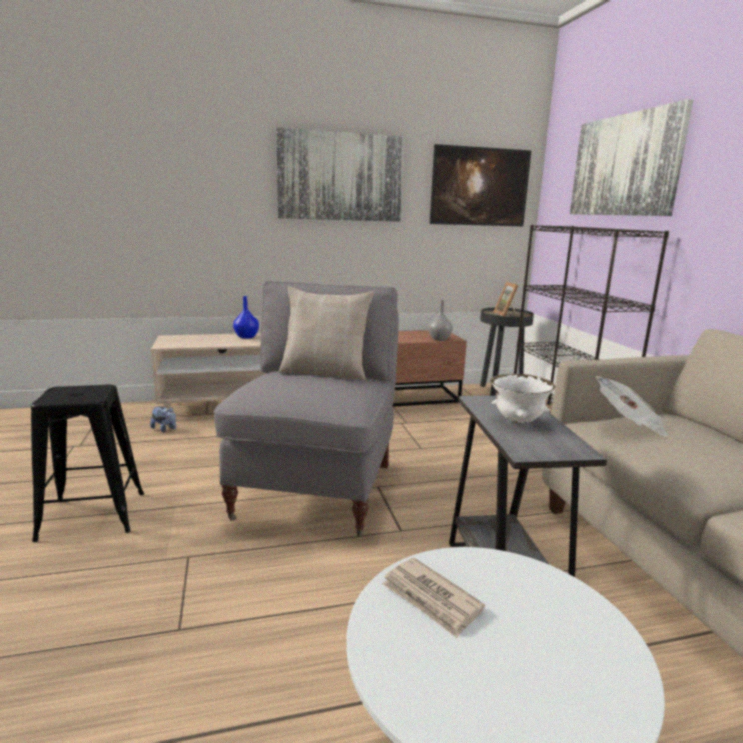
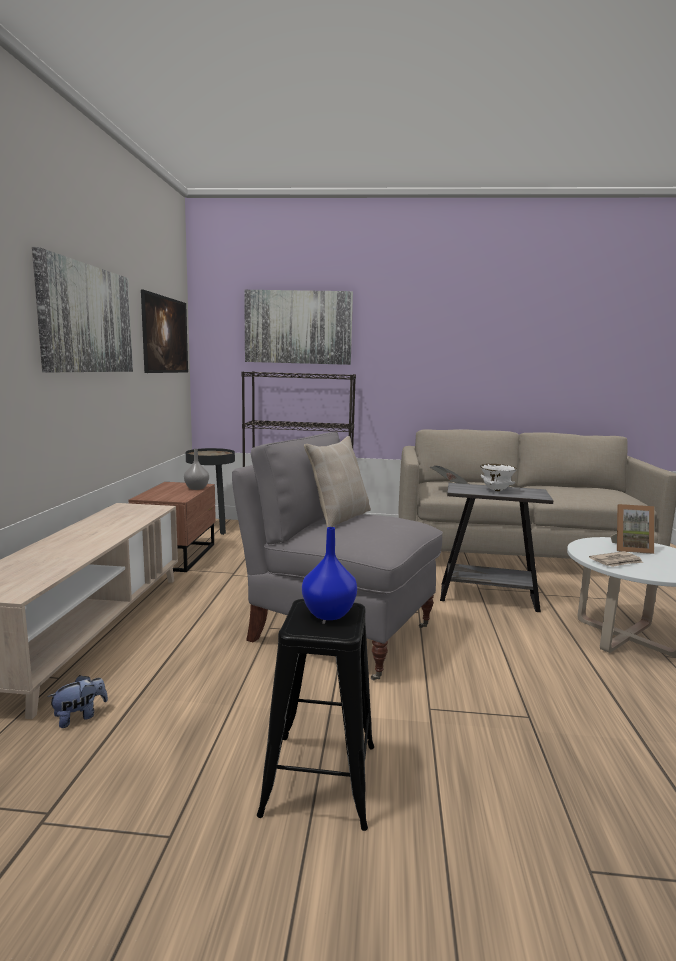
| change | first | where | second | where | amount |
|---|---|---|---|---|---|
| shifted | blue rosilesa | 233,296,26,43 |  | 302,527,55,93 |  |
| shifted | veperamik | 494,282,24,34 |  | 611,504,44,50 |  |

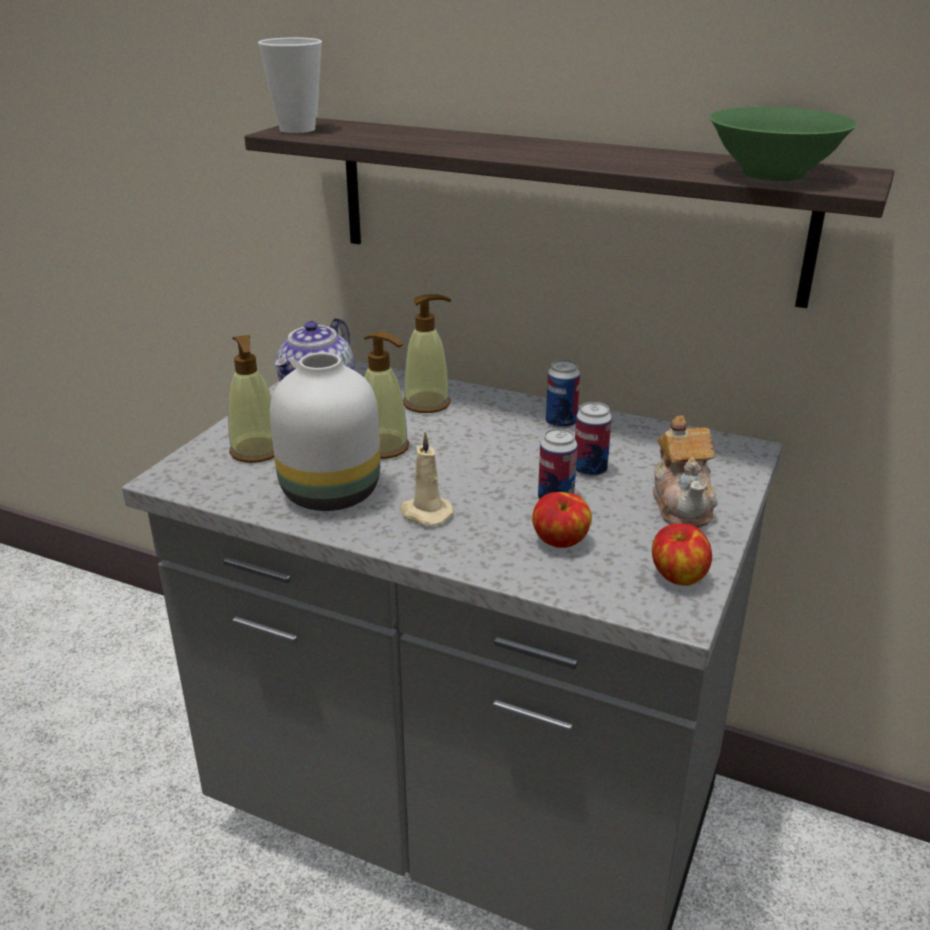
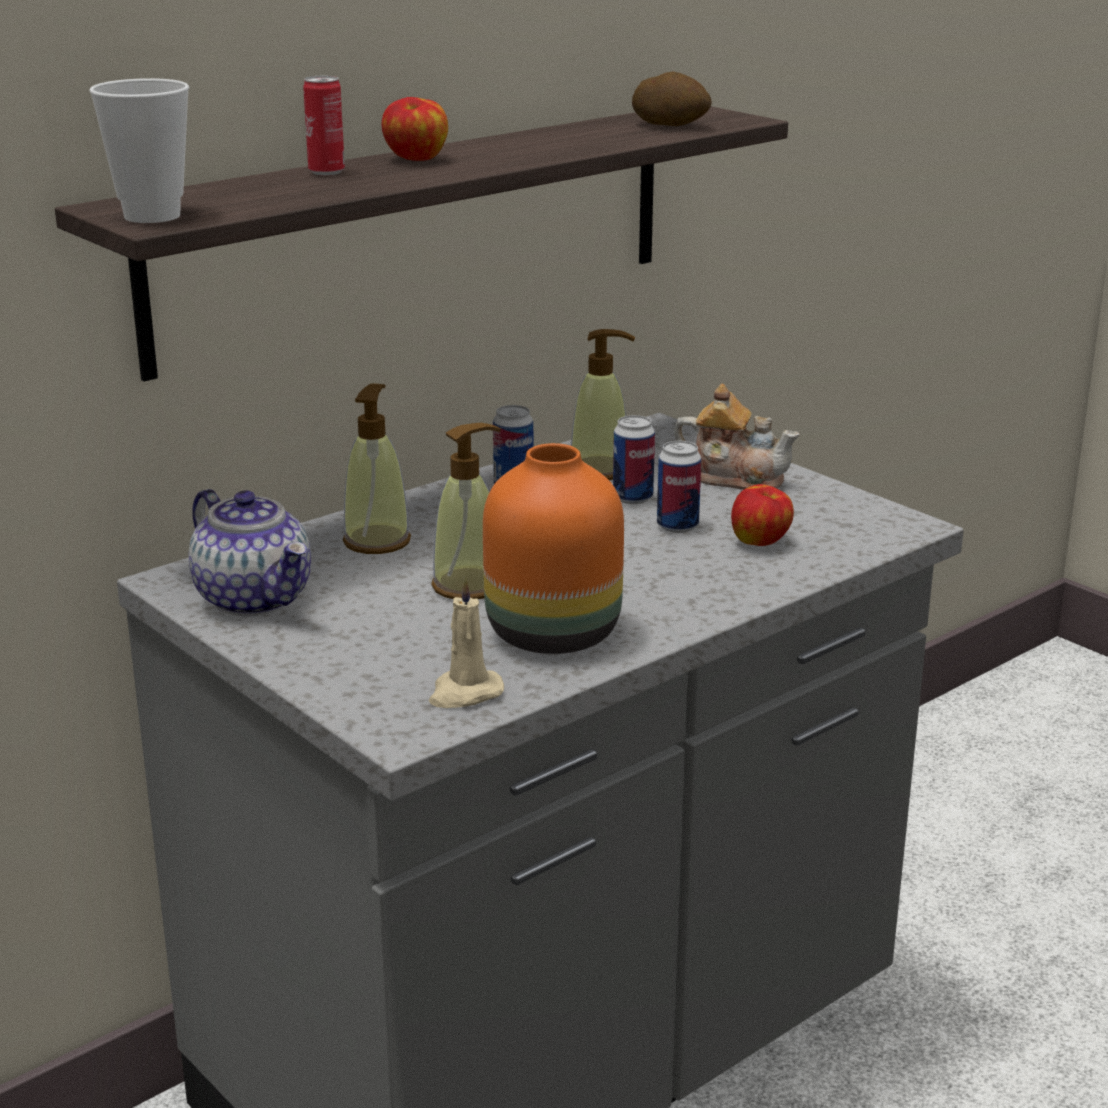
| change | first | where | second | where | amount |
|---|---|---|---|---|---|
| shifted | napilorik | 228,335,46,128 |  | 571,329,64,151 |  |
| repainted | white rosilesa | 270,352,110,159 | orange rosilesa | 483,443,141,211 |  |
| shifted | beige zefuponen | 400,432,54,94 |  | 429,576,75,132 |  |
| shifted | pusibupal | 652,524,60,62 |  | 382,97,66,64 |  |
| swapped | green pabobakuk | 709,107,148,74 | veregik | 632,72,80,54 |  |
| new |  |  | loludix | 303,76,42,99 |  |

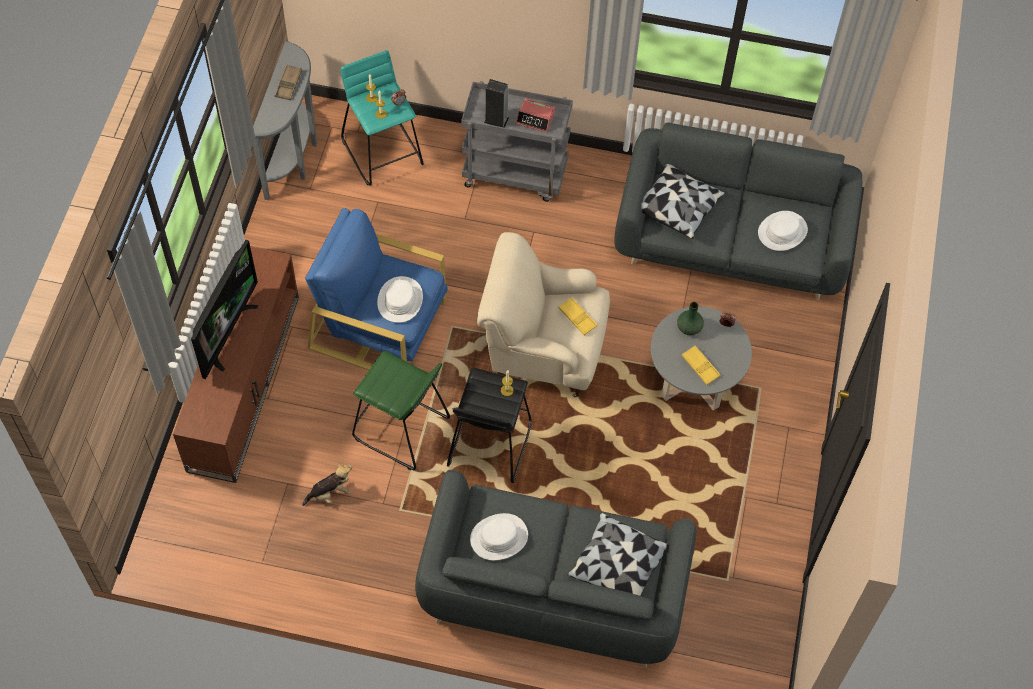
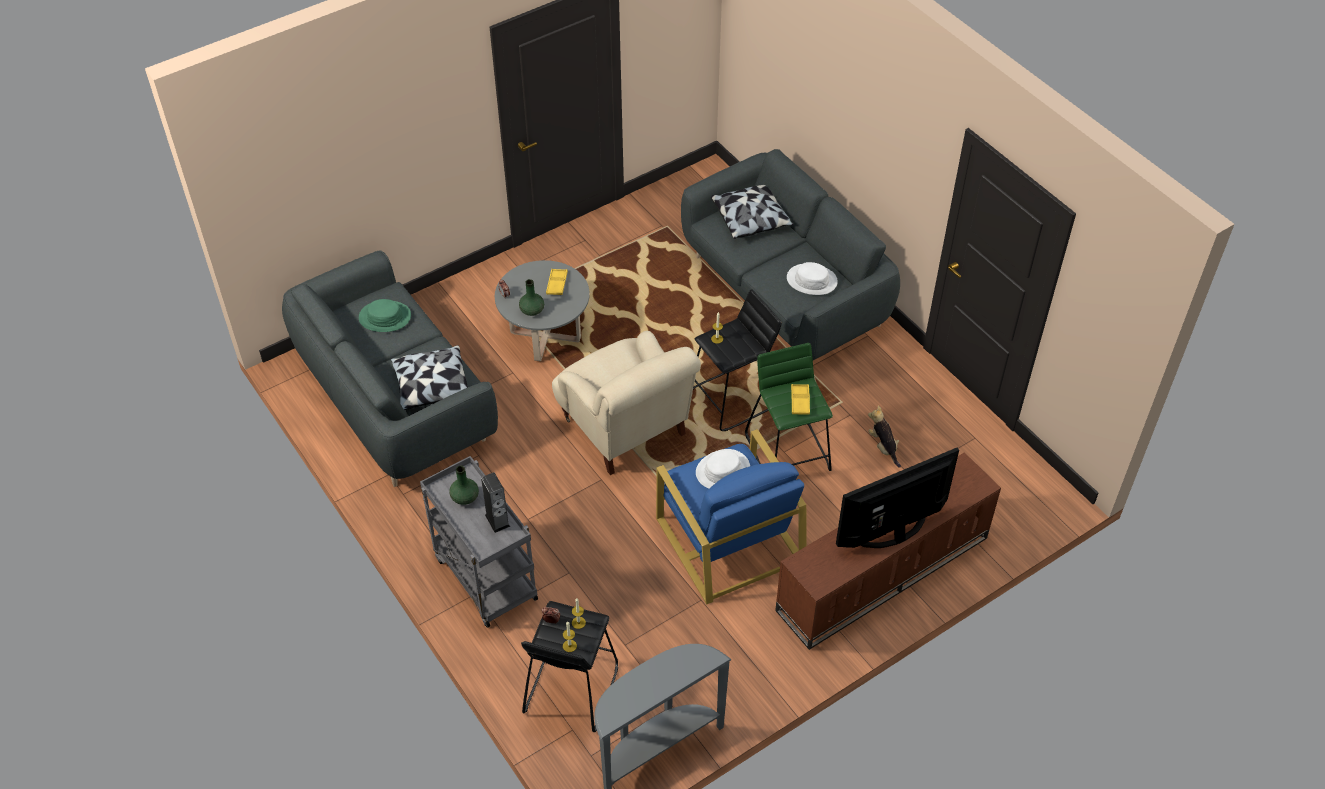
| change | first | where | second | where | amount |
|---|---|---|---|---|---|
| gone | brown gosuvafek | 275,65,27,35 |  |  |  |
| rotated | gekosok | 302,462,50,44 |  | 868,405,33,63 | 45 degrees clockwise |
| repainted | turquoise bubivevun | 340,50,84,136 | black bubivevun | 521,601,97,131 |  |
| swapped | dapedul | 516,98,39,34 | green rosilesa | 449,466,30,39 |  |
| shifted | yellow gosuvafek | 558,297,39,38 |  | 791,384,19,31 |  |
| repainted | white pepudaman | 758,211,50,40 | green pepudaman | 359,299,52,33 |  |

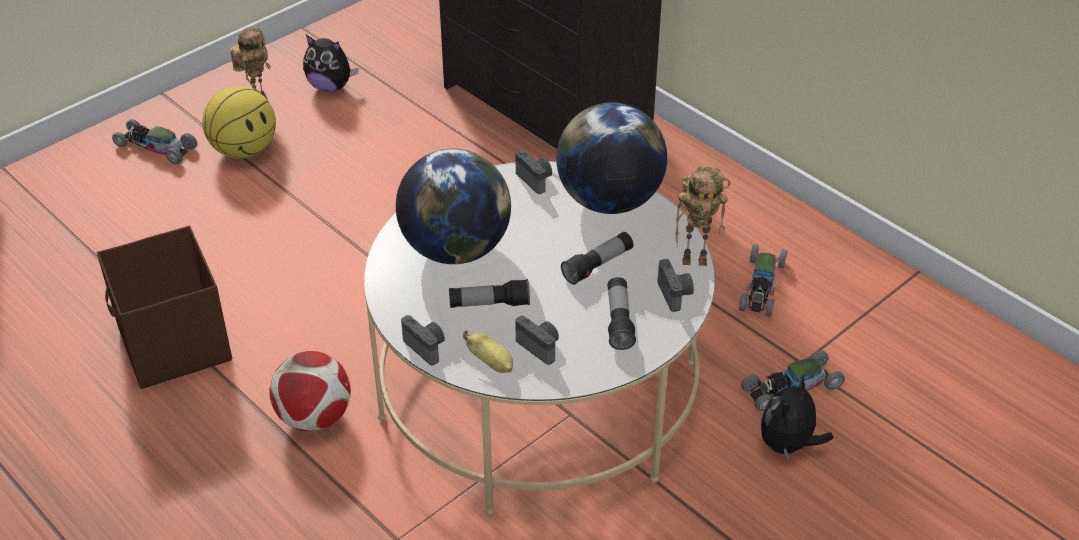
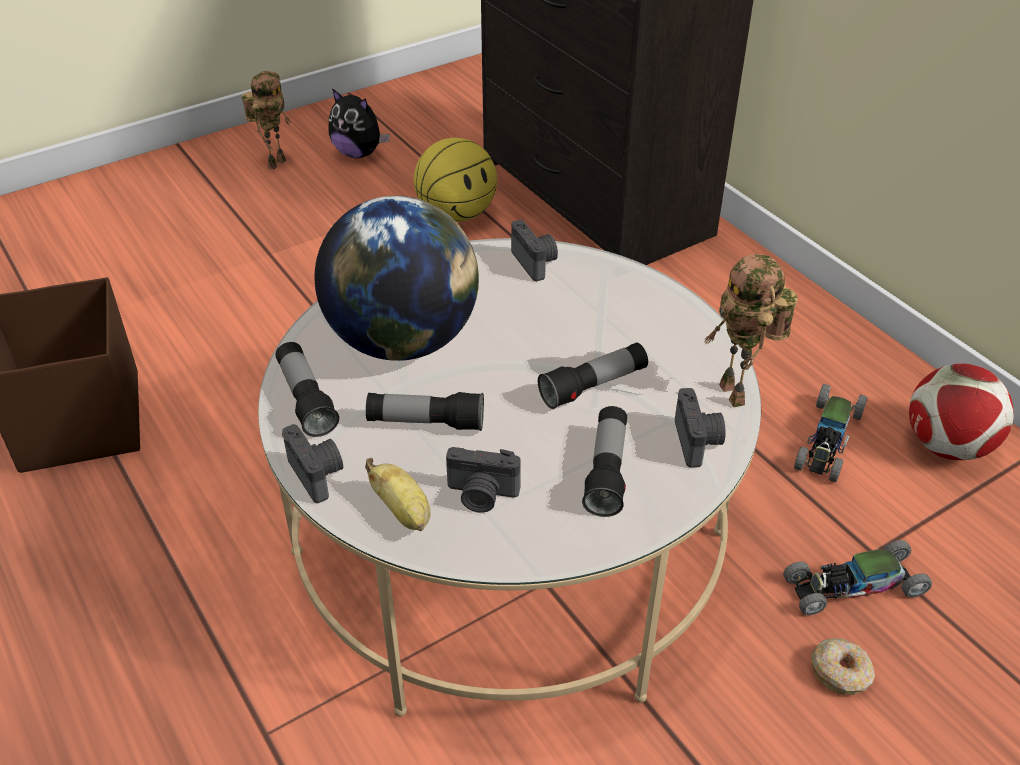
| change | first | where | second | where | amount |
|---|---|---|---|---|---|
| gone | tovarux | 112,119,85,45 |  |  |  |
| shifted | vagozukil | 202,86,74,72 |  | 414,138,83,84 |  |
| shifted | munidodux | 269,351,82,80 |  | 909,364,105,96 |  |
| rotated | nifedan | 516,315,43,50 |  | 446,447,75,66 | 135 degrees clockwise |
| gone | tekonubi | 556,102,111,112 |  |  |  |
| rotated | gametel | 675,167,55,99 |  | 704,254,94,153 | 60 degrees clockwise |
| swapped | gekosok | 761,375,72,86 | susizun | 811,638,64,57 |  |
| new |  |  | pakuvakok | 275,342,64,95 |  |

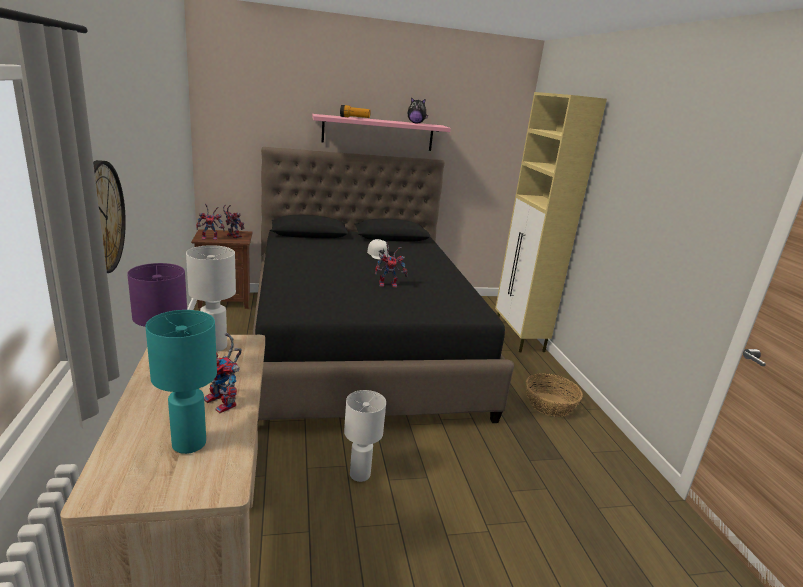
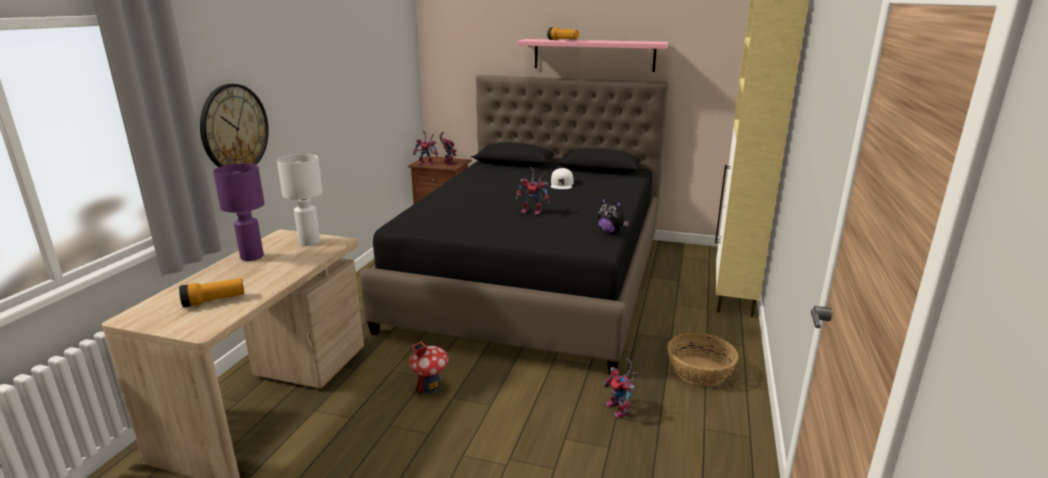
| change | first | where | second | where | amount |
|---|---|---|---|---|---|
| swapped | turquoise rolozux | 145,310,72,144 | pakuvakok | 179,278,65,29 |  |
| shifted | gametel | 204,333,38,80 |  | 603,358,35,60 |  |
| swapped | white rolozux | 344,390,42,92 | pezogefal | 409,341,40,53 |  |
| shifted | gekosok | 408,97,20,27 |  | 597,197,32,36 |  |

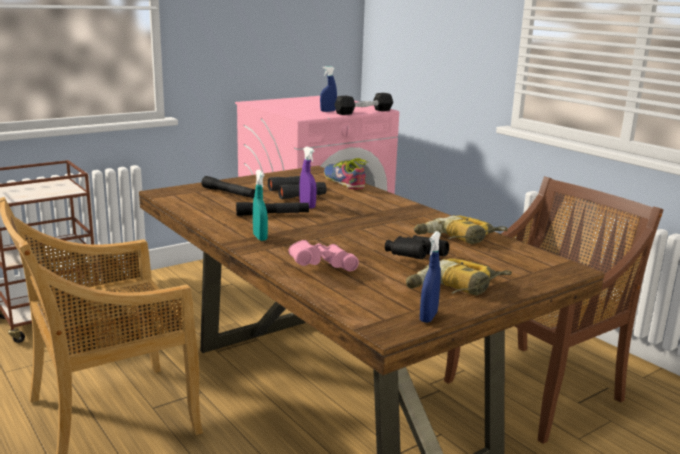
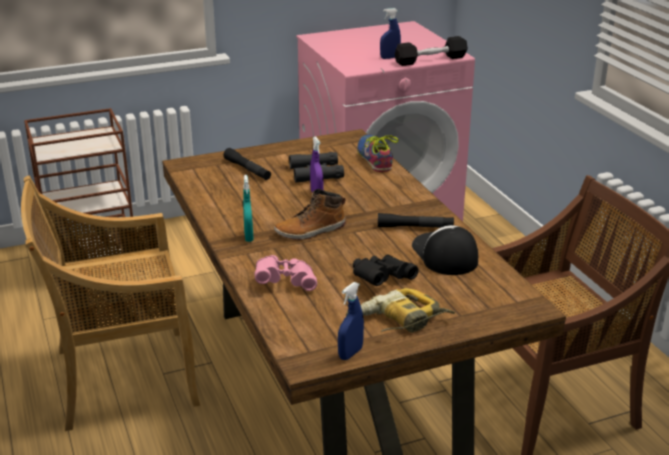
| change | first | where | second | where | amount |
|---|---|---|---|---|---|
| shifted | black pakuvakok | 236,202,73,14 |  | 378,213,76,14 |  |
| swapped | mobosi | 414,215,94,29 | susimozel | 412,225,66,50 |  |
| new |  |  | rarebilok | 274,189,72,51 |  |

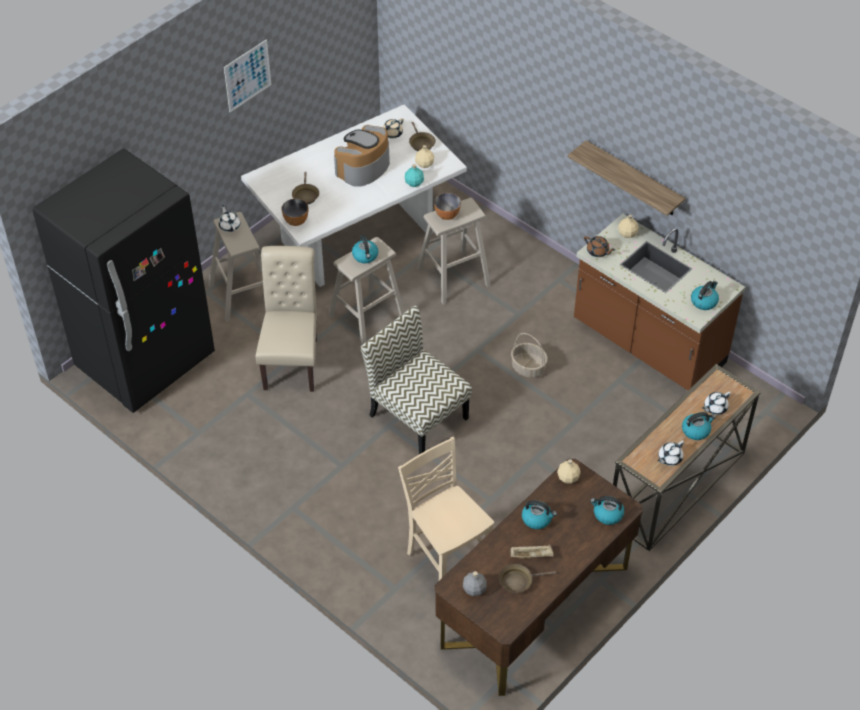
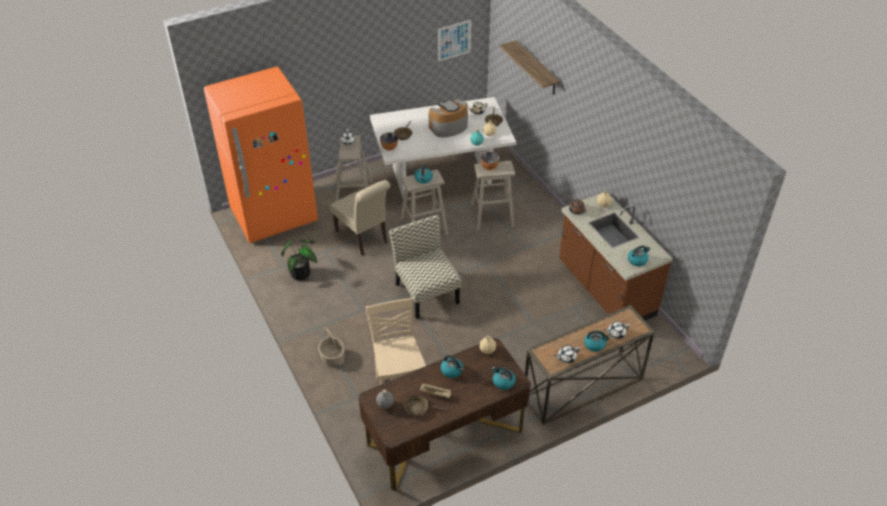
| change | first | where | second | where | amount |
|---|---|---|---|---|---|
| repainted | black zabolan | 33,149,182,264 | orange zabolan | 204,67,114,176 |  |
| shifted | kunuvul | 224,39,47,73 |  | 438,20,33,42 |  |
| rotated | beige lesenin | 256,246,61,146 |  | 330,180,60,76 | 120 degrees clockwise |
| shifted | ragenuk | 511,333,37,45 |  | 318,329,27,36 |  |
| shifted | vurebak | 567,140,119,76 |  | 499,40,61,55 |  |
| new |  |  | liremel | 281,239,36,41 |  |

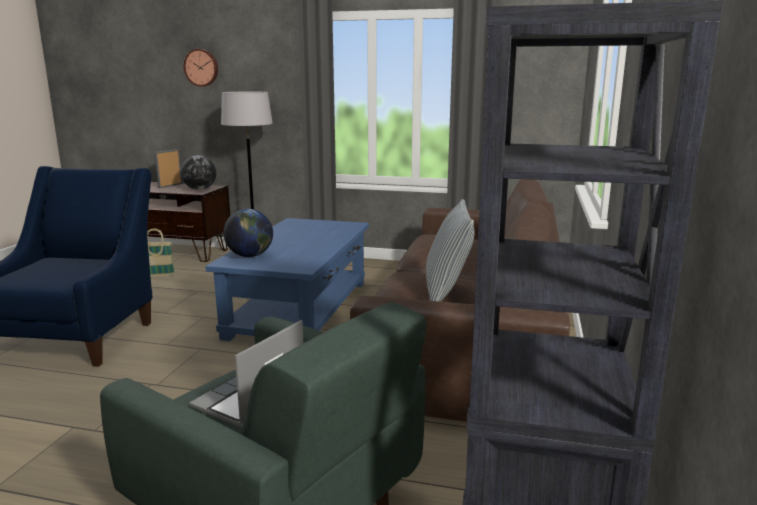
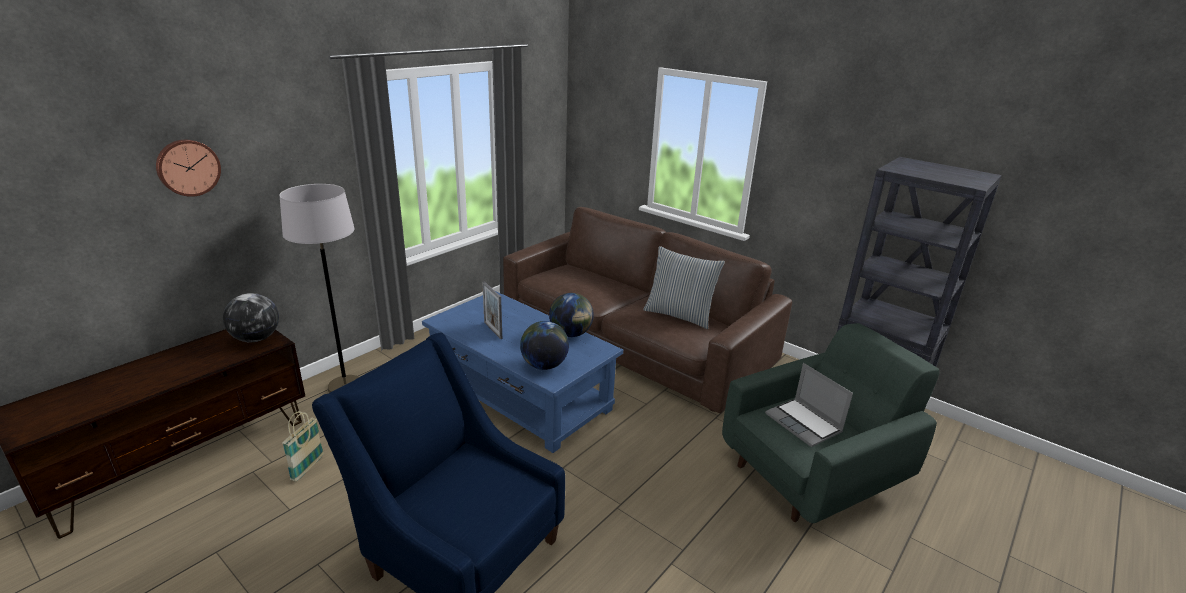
| change | first | where | second | where | amount |
|---|---|---|---|---|---|
| shifted | veperamik | 155,149,28,39 |  | 482,281,20,58 |  |
| new |  |  | tekonubi | 549,293,45,44 |  |

